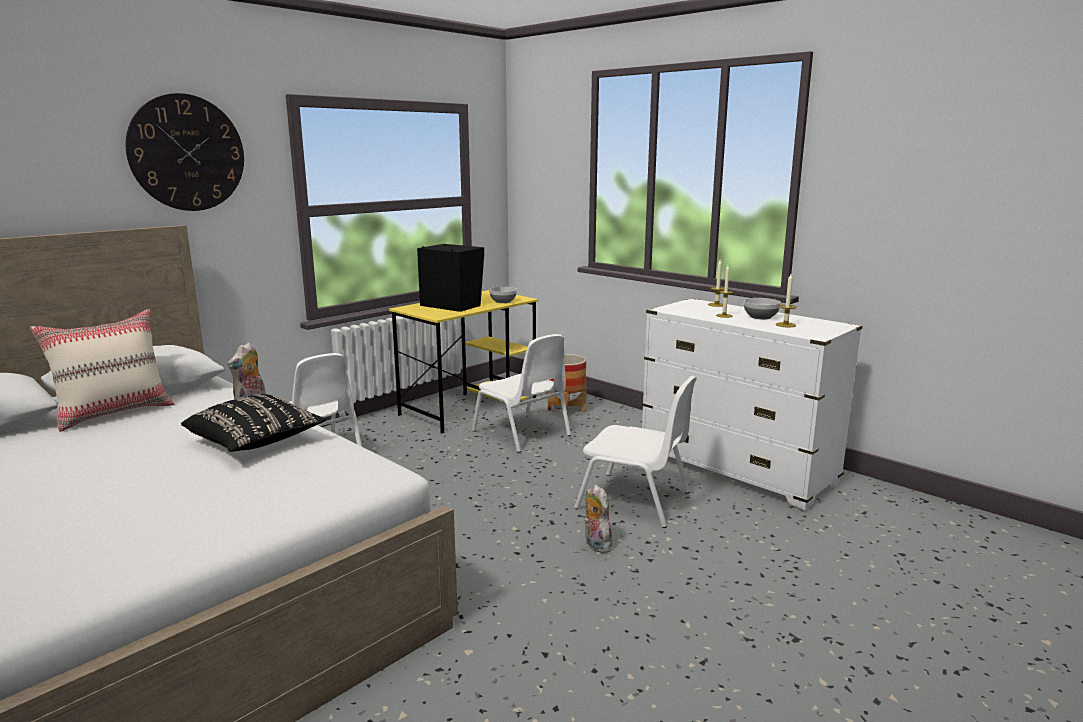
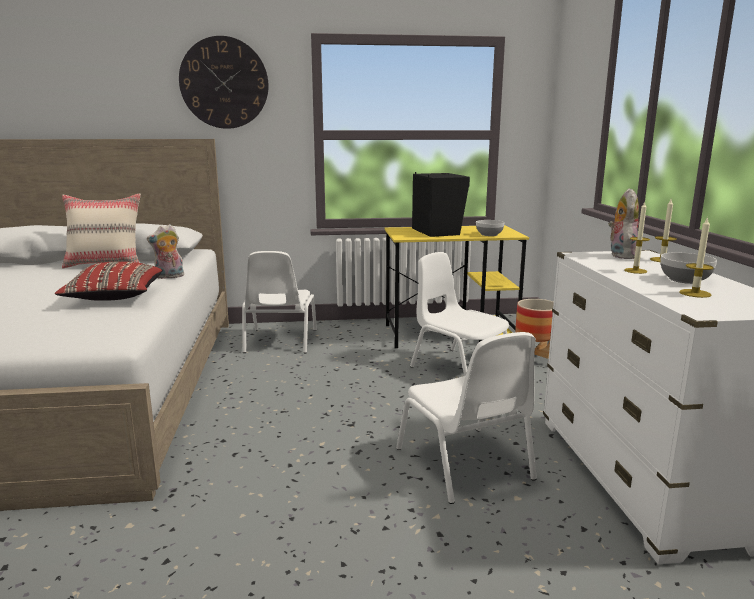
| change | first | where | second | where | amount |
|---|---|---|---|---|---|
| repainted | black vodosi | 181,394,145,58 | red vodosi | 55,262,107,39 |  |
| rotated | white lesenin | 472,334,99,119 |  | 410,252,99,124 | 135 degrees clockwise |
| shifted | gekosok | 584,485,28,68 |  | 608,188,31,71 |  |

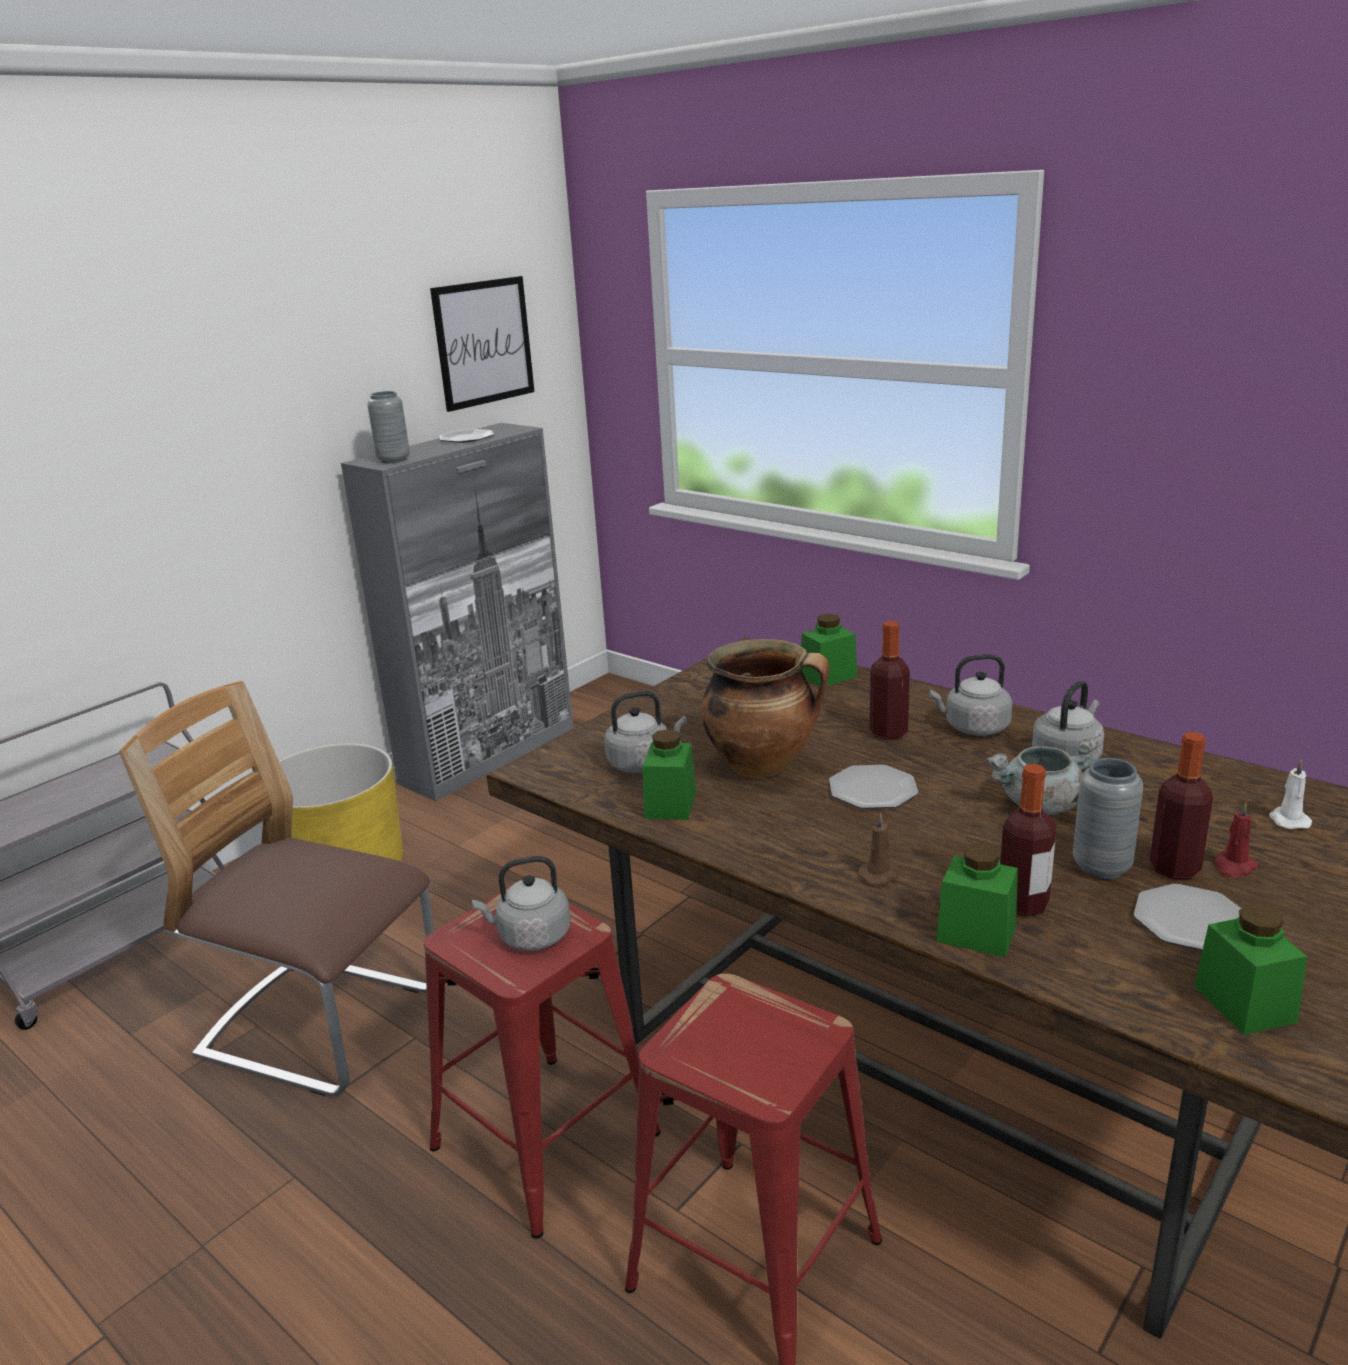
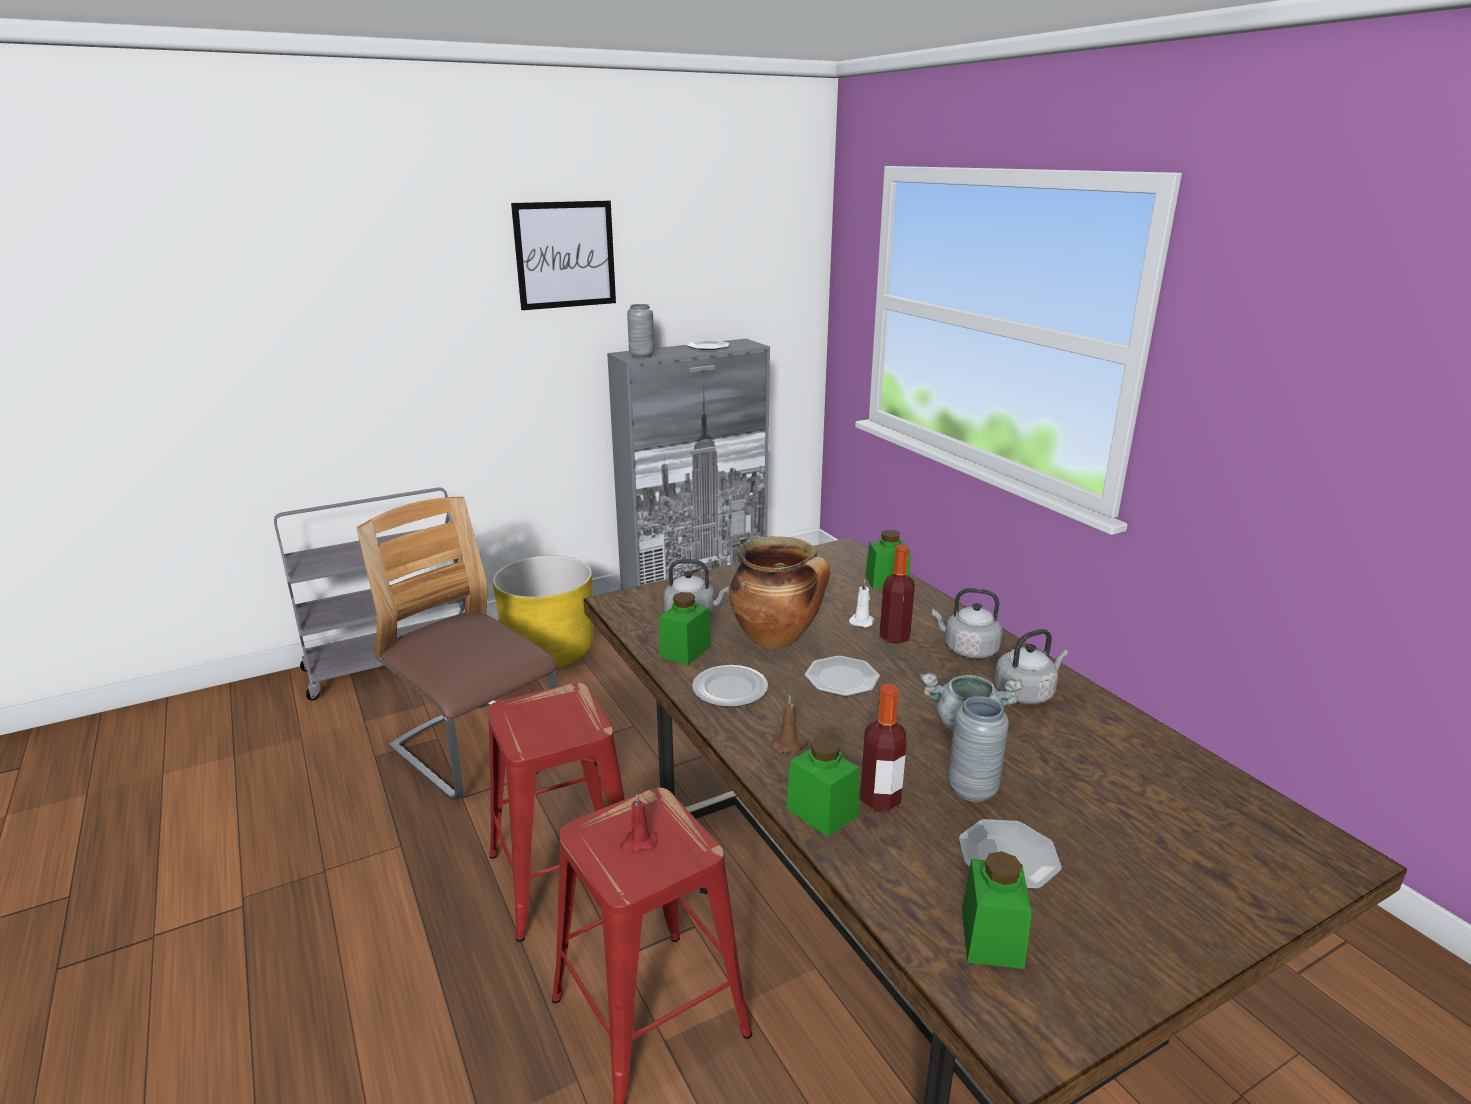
| change | first | where | second | where | amount |
|---|---|---|---|---|---|
| shifted | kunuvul | 430,276,105,136 |  | 511,201,105,109 |  |
| gone | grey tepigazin | 472,856,98,95 |  |  |  |
| gone | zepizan | 1150,732,63,147 |  |  |  |
| shifted | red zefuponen | 1214,802,44,76 |  | 620,794,37,59 |  |
| shifted | white zefuponen | 1269,760,43,69 |  | 849,579,25,48 |  |
| new |  |  | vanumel | 692,665,76,42 |  |

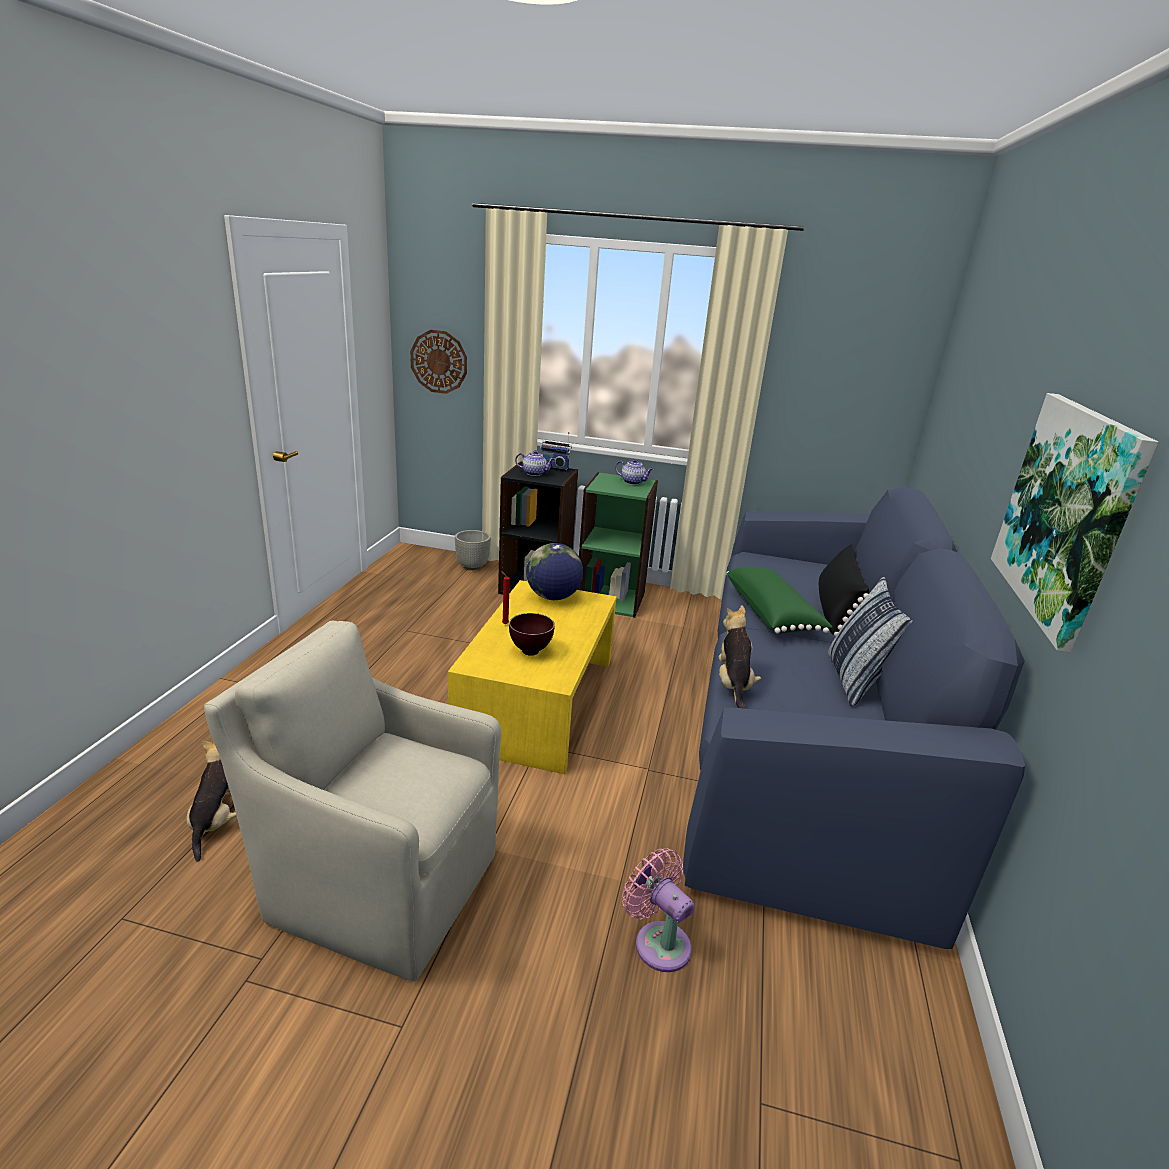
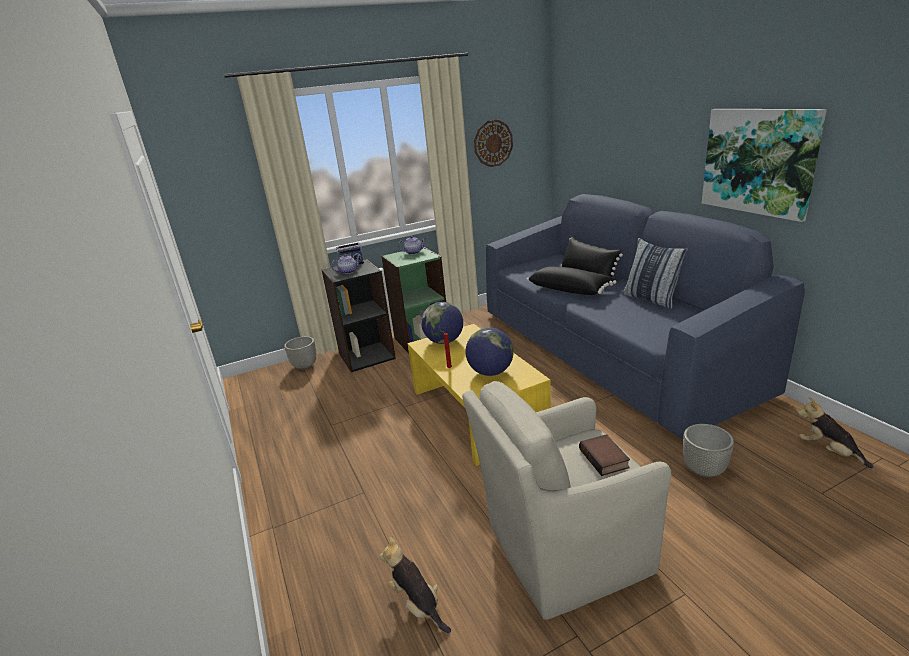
| change | first | where | second | where | amount |
|---|---|---|---|---|---|
| shifted | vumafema | 410,330,57,64 |  | 474,120,39,47 |  |
| swapped | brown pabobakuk | 509,613,46,43 | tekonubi | 466,328,48,48 |  |
| swapped | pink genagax | 622,848,72,124 | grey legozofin | 683,424,51,54 |  |
| shifted | gekosok | 719,605,42,104 |  | 797,397,76,71 |  |
| repainted | green vodosi | 726,567,106,66 | black vodosi | 527,267,89,28 |  |
| new |  |  | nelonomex | 579,434,51,42 |  |

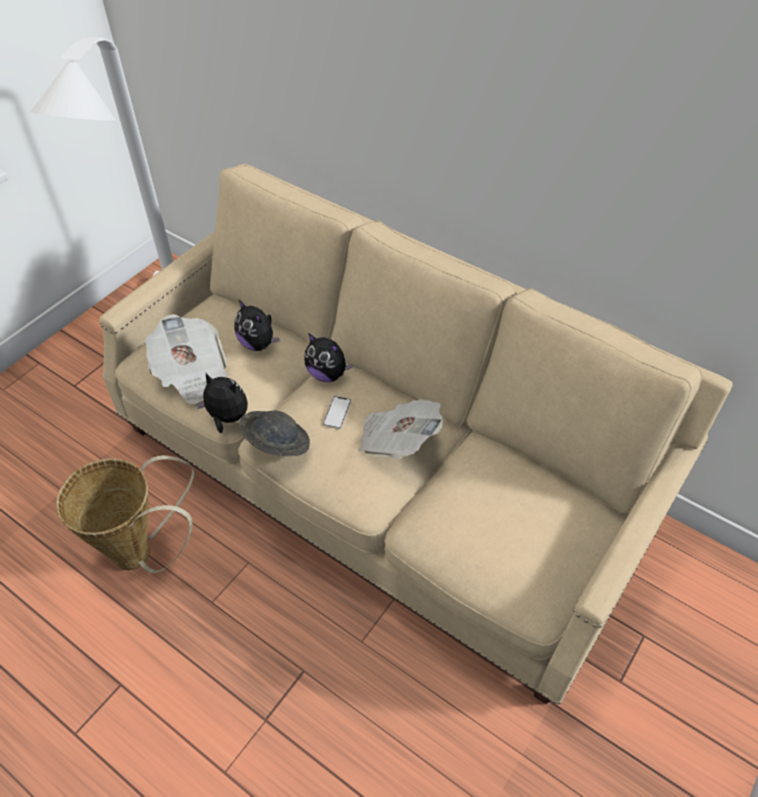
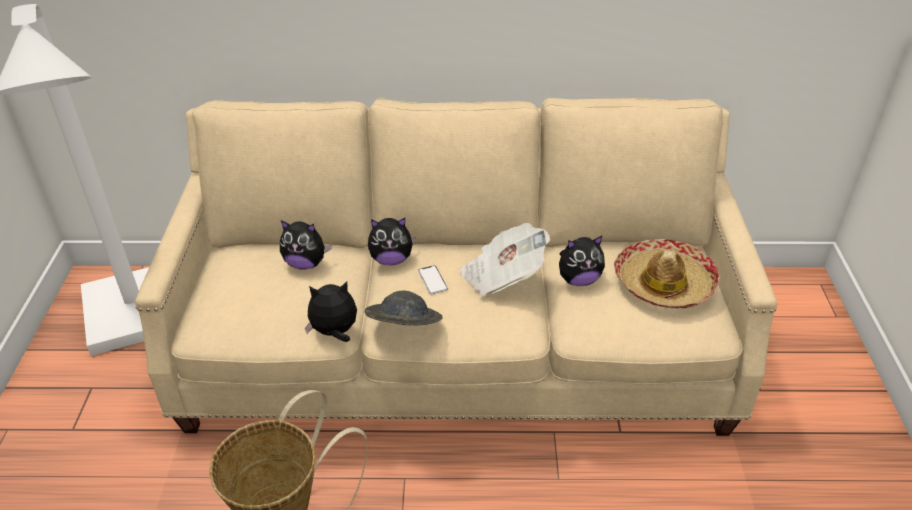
| change | first | where | second | where | amount |
|---|---|---|---|---|---|
| gone | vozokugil | 145,314,84,90 |  |  |  |
| new |  |  | gekosok | 559,236,46,50 |  |
| new |  |  | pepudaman | 614,239,106,70 |  |

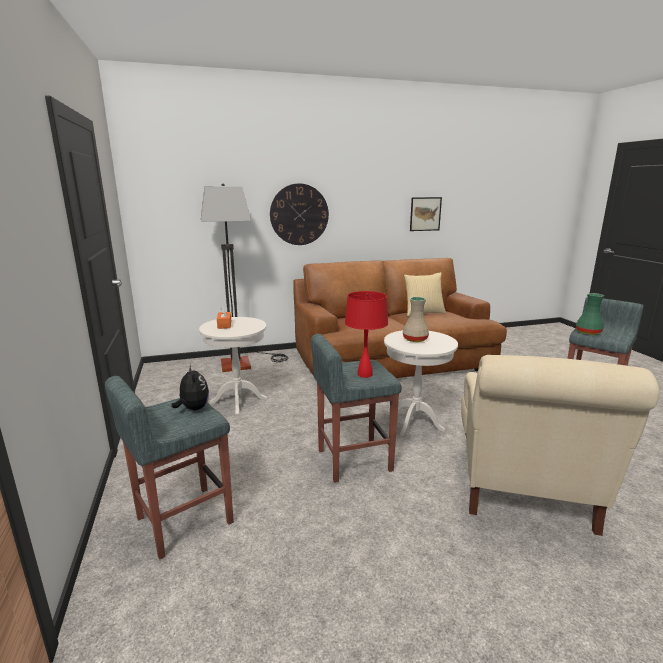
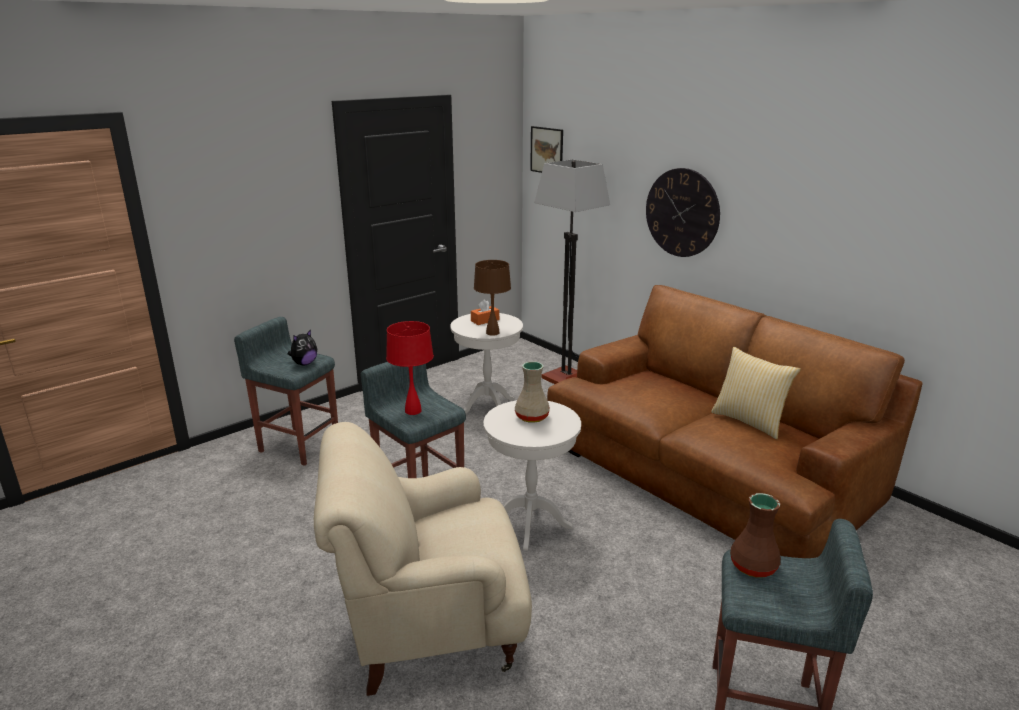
| change | first | where | second | where | amount |
|---|---|---|---|---|---|
| shifted | kunuvul | 410,197,32,34 |  | 530,126,33,47 |  |
| repainted | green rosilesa | 576,293,28,42 | brown rosilesa | 730,493,51,84 |  |
| new |  |  | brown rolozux | 474,260,37,76 |  |

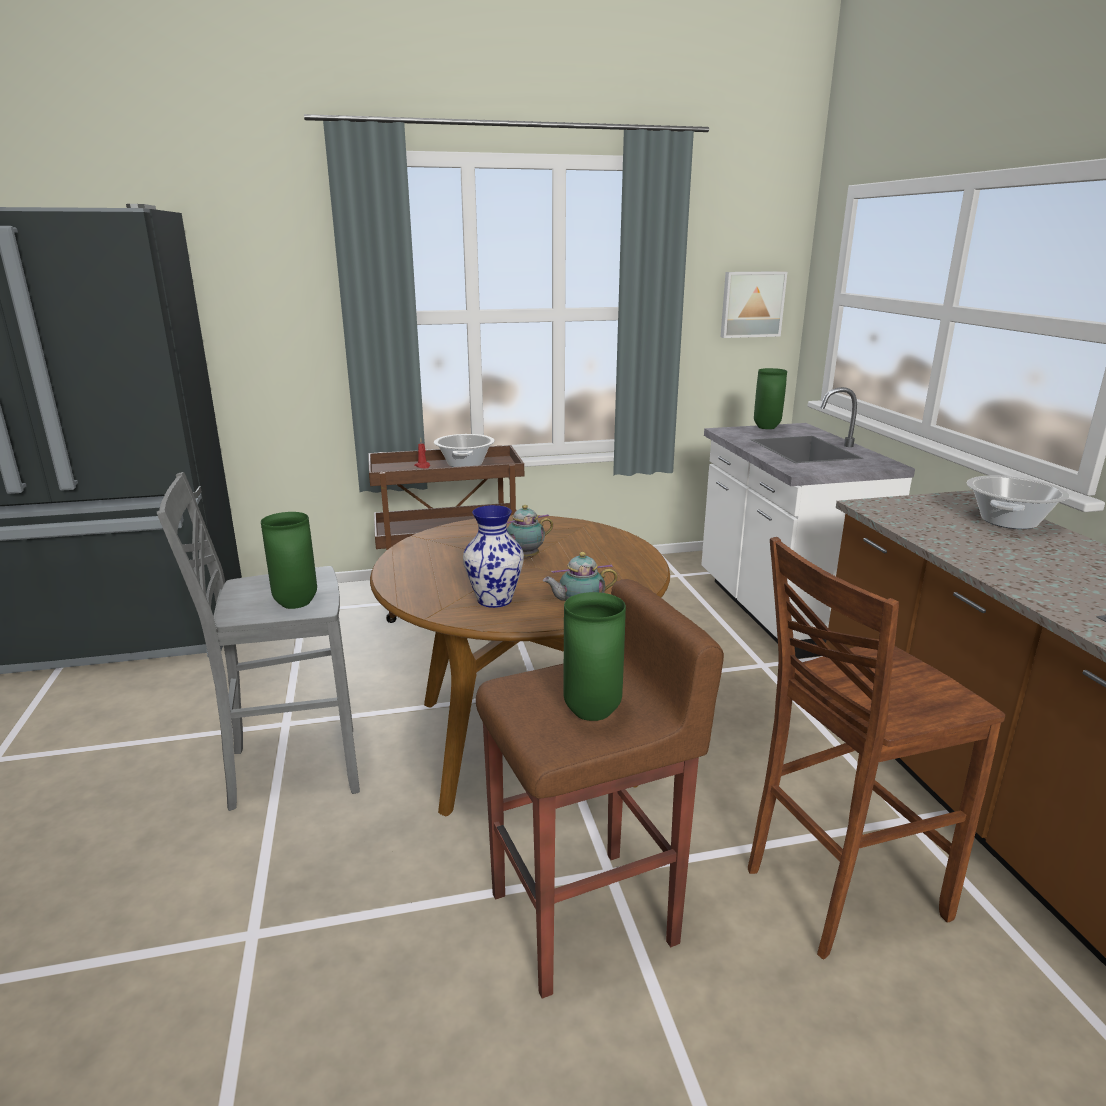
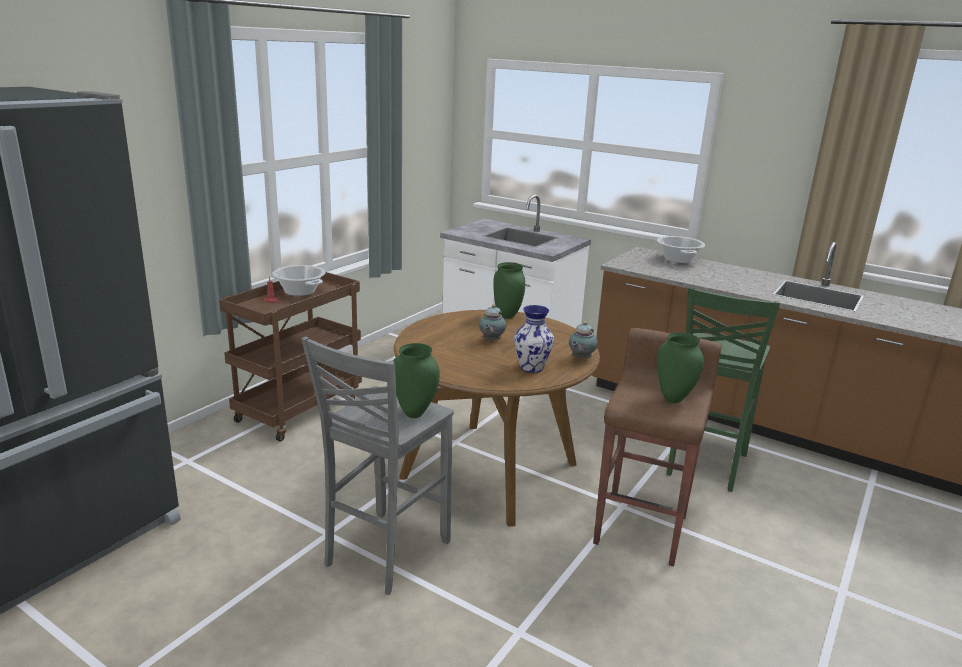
| change | first | where | second | where | amount |
|---|---|---|---|---|---|
| gone | kunuvul | 721,271,66,67 |  |  |  |
| repainted | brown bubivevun | 748,537,257,422 | green bubivevun | 666,287,114,205 |  |
| shifted | green rosilesa | 754,368,33,61 |  | 493,262,32,57 |  |

